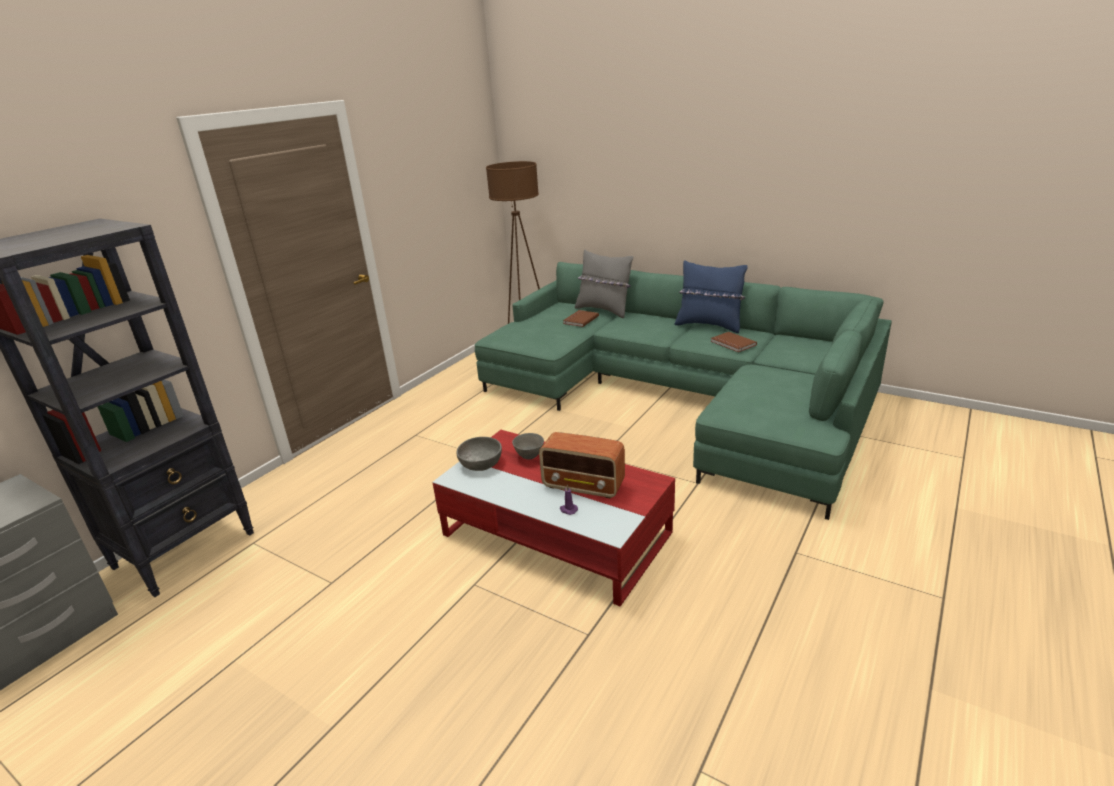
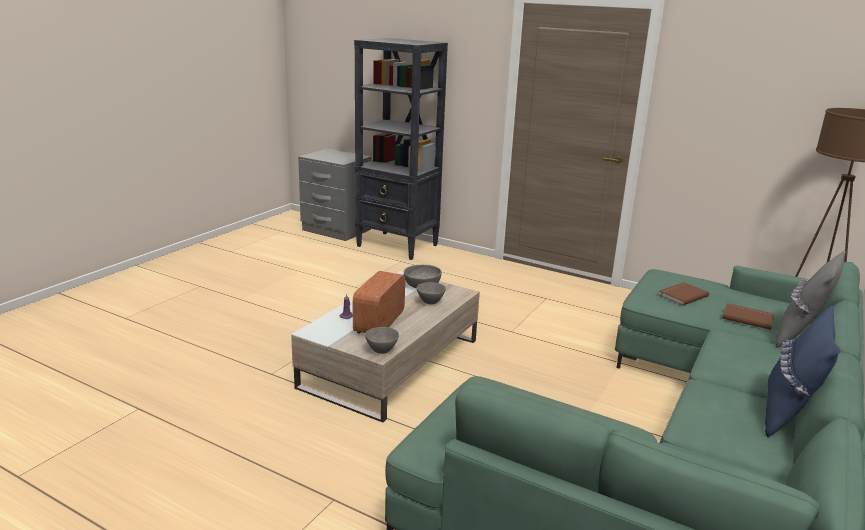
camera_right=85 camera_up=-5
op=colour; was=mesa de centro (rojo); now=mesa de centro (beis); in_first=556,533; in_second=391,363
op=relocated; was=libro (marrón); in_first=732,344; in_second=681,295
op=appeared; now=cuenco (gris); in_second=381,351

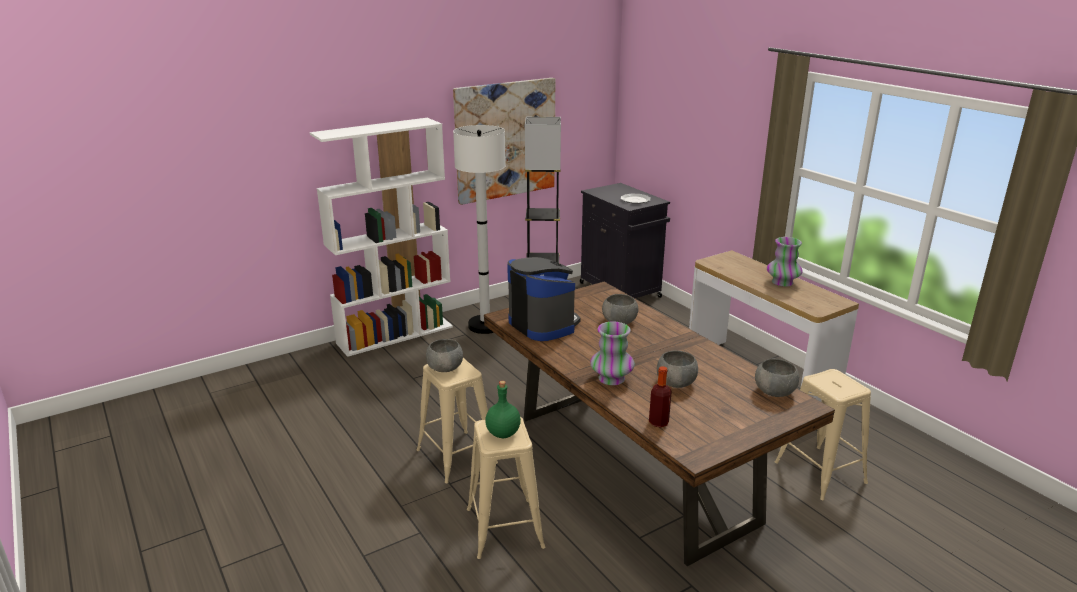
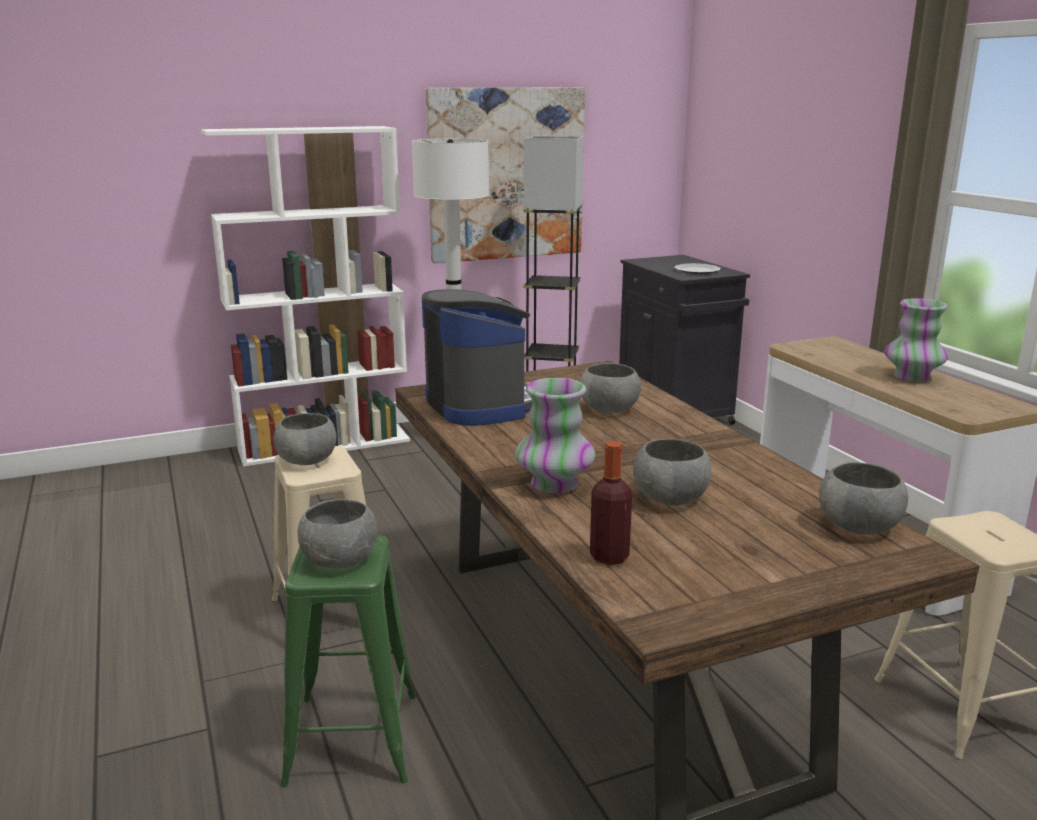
camera_right=10 camera_up=-5
op=colour; was=taburete (beis); now=taburete (verde); in_first=504,528; in_second=352,738
op=exchanged; was=botella (verde); now=cuenco (gris); in_first=503,433; in_second=340,560

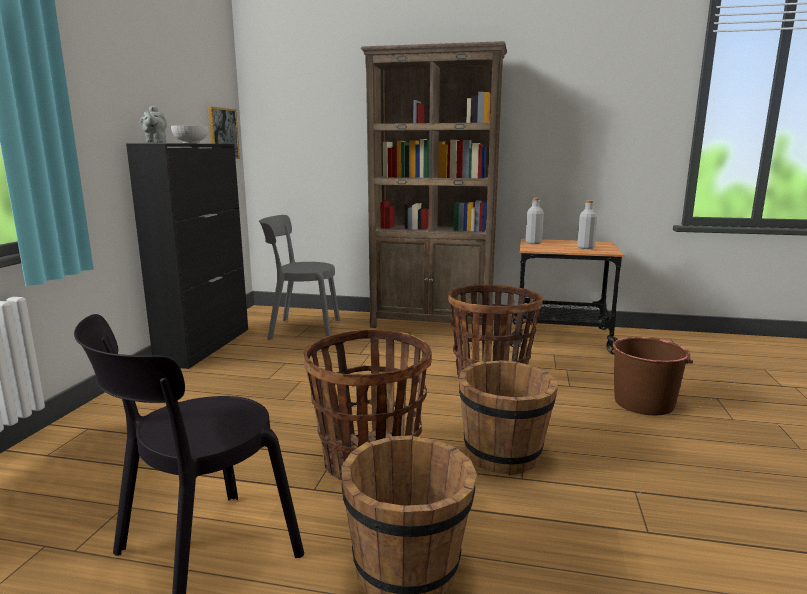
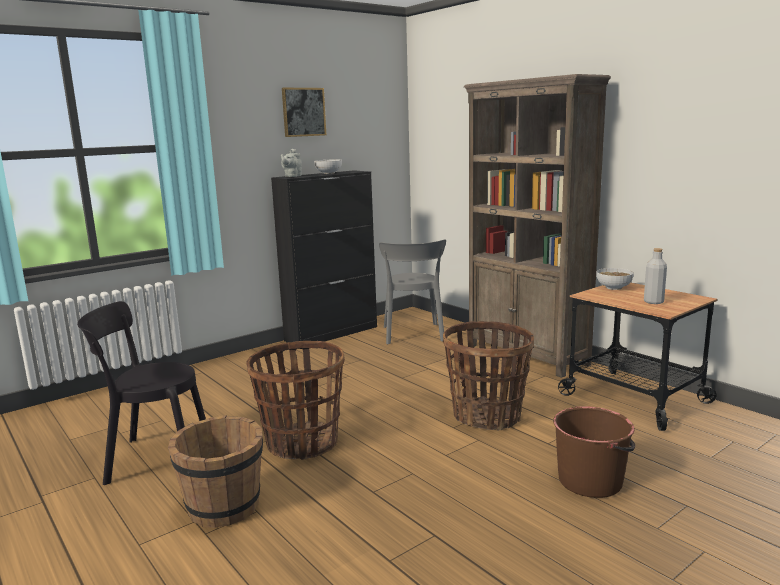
camera_right=40 camera_up=0
op=relocated; was=cuadro; in_first=222,133; in_second=303,112
op=spun; was=silla (gris); in_first=301,329; in_second=413,335; clockwise=-135
op=missing; was=cubo (marrón); in_first=503,455
op=exchanged; was=botella (gris); now=cuenco; in_first=533,243; in_second=613,287

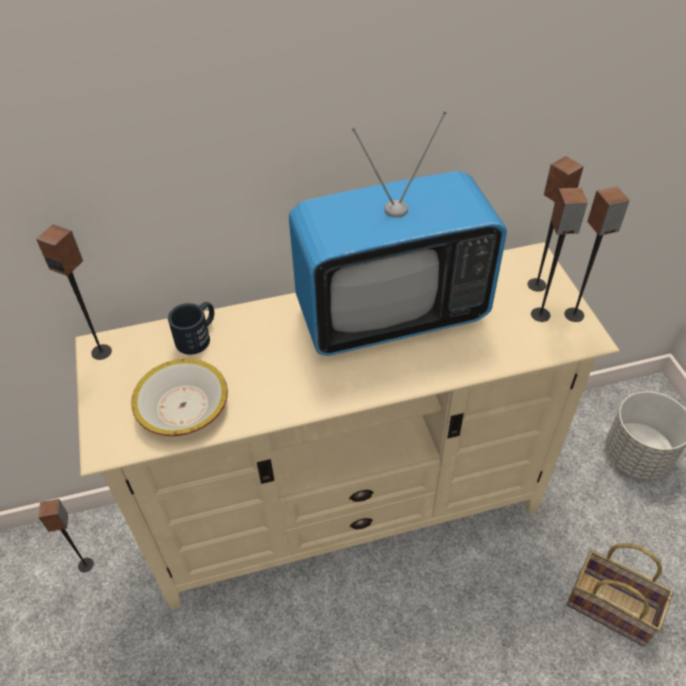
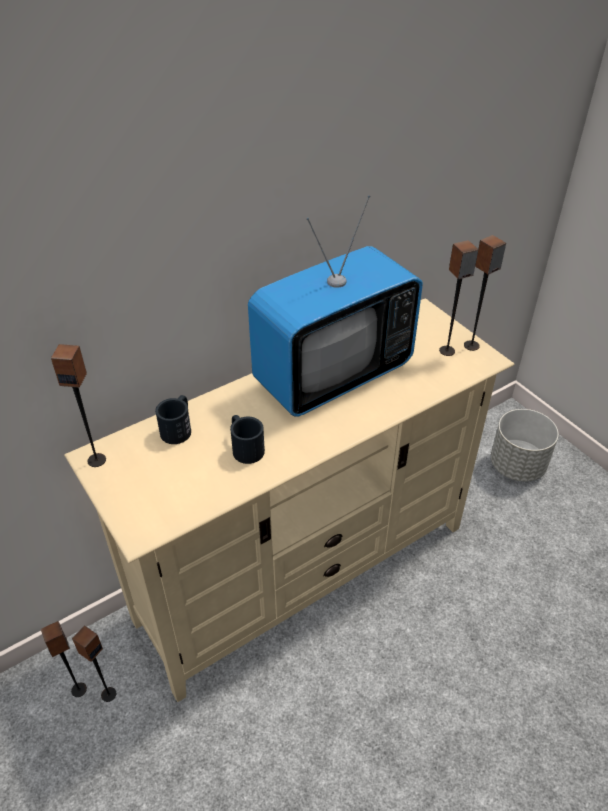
camera_right=-20 camera_up=-5
op=missing; was=cuenco; in_first=183,406
op=relocated; was=altavoz; in_first=536,284; in_second=108,694
op=missing; was=cesta; in_first=613,607
op=appeared; now=taza grande (negro); in_second=245,447

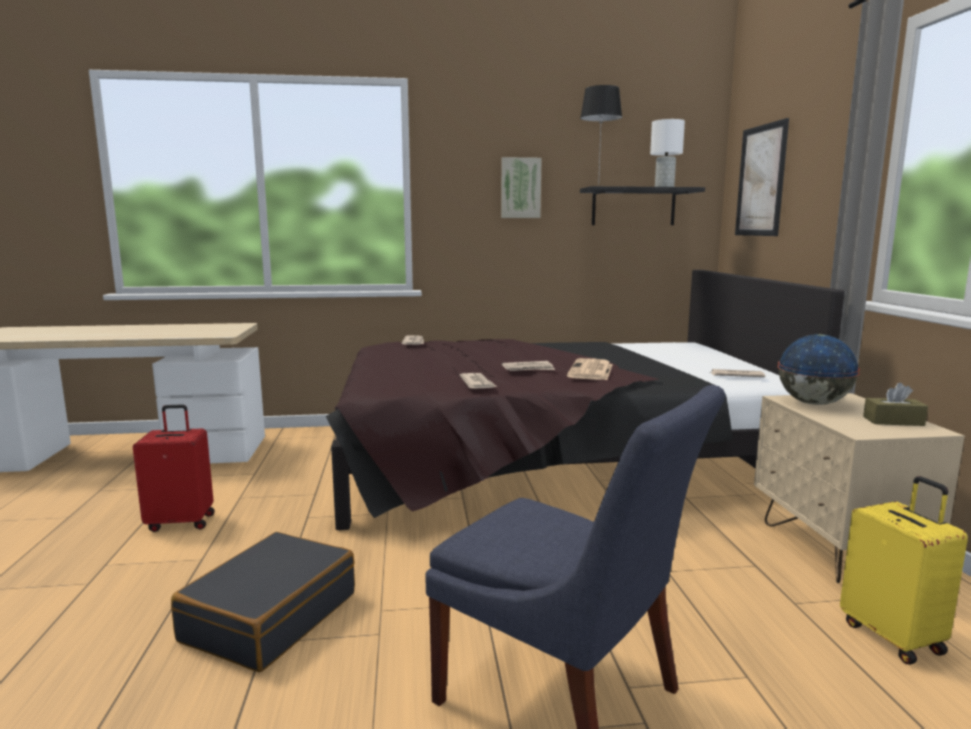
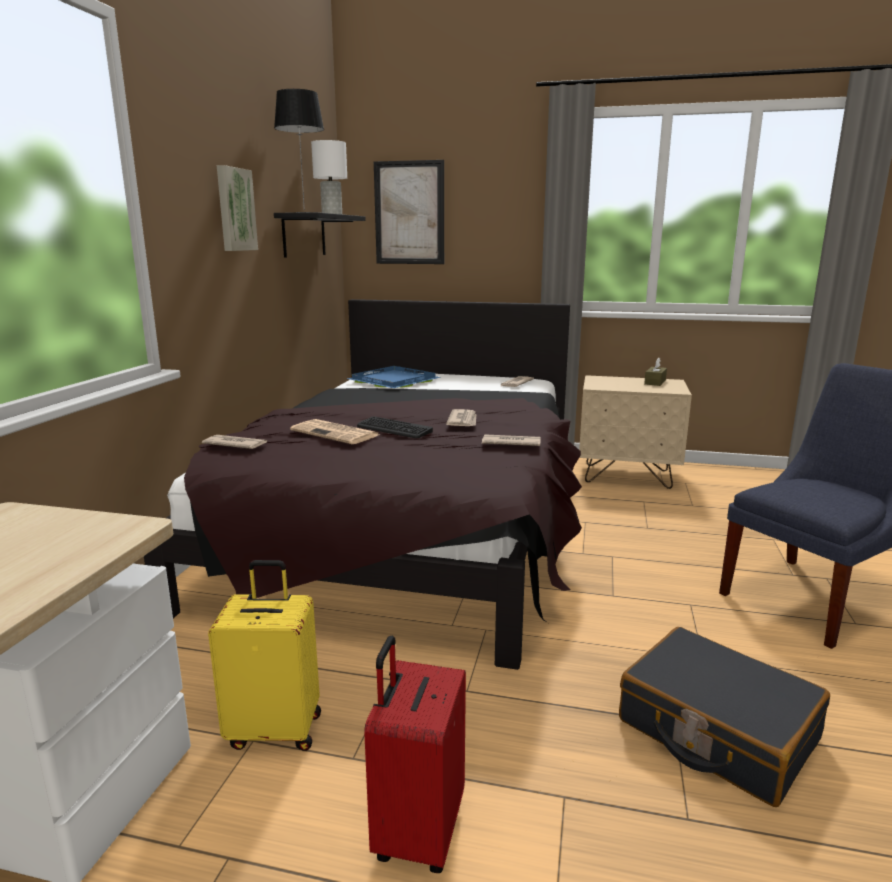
camera_right=-70 camera_up=5
op=relocated; was=periódico; in_first=591,371; in_second=336,433
op=missing; was=globo terráqueo; in_first=812,403
op=relocated; was=maleta (amarillo); in_first=893,637; in_second=275,729
op=appeared; now=bandeja (azul); in_second=395,381
op=appeared; now=teclado; in_second=393,429

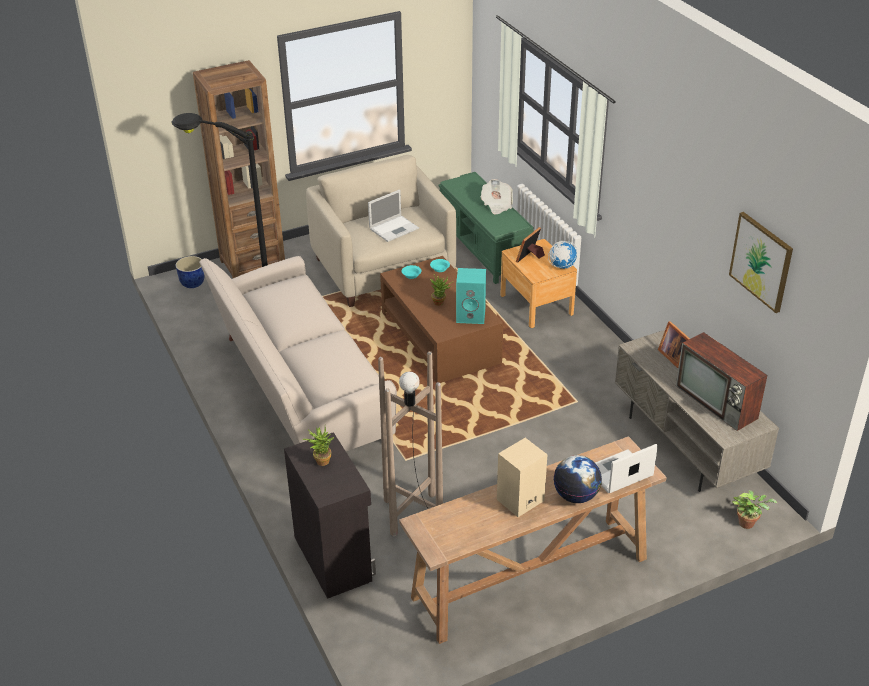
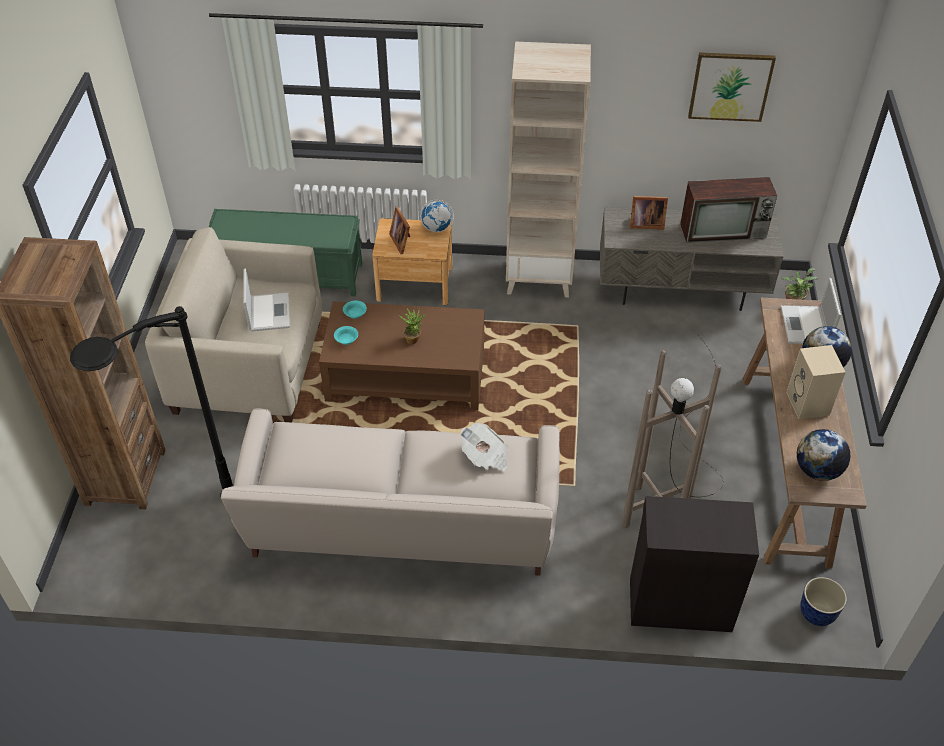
camera_right=-60 camera_up=10
op=relocated; was=maceta; in_first=192,284; in_second=817,614
op=missing; was=planta en maceta; in_first=320,460
op=missing; was=altavoz (turquesa); in_first=471,315
op=relocated; was=periódico; in_first=496,205; in_second=485,456
op=appeared; now=estantería (beis); in_second=539,278
op=appeared; now=globo terráqueo; in_second=817,470

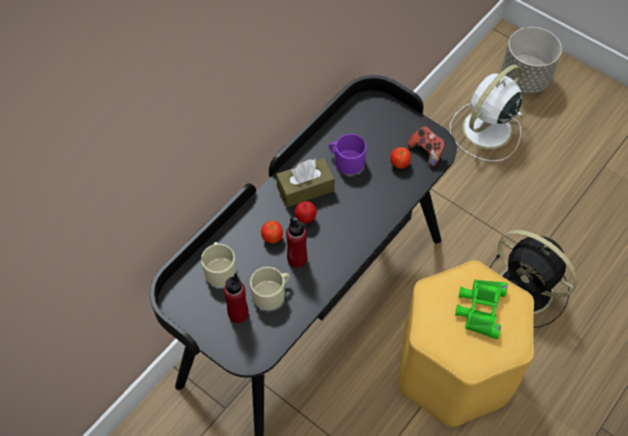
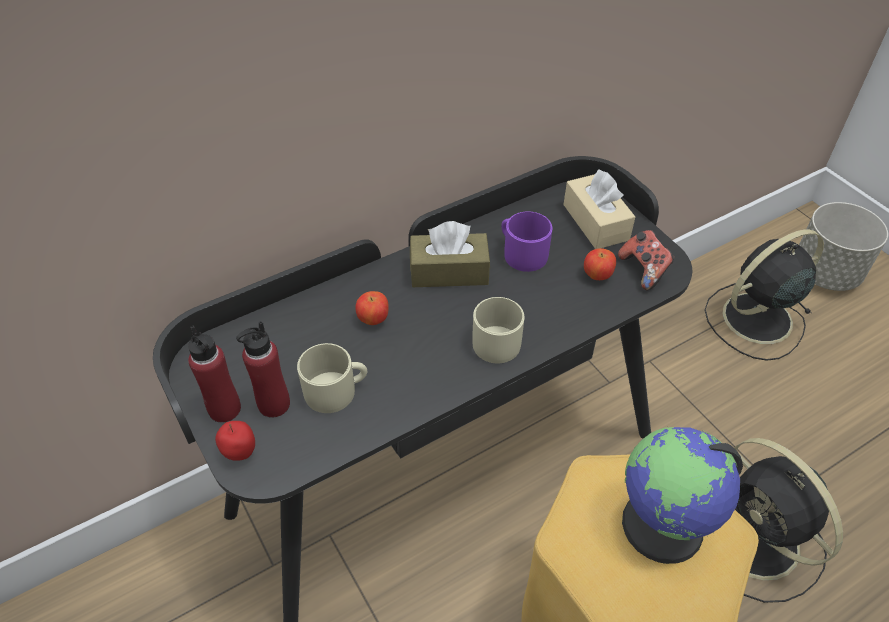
camera_right=20 camera_up=-10
op=relocated; was=taza grande (beis); in_first=219,268; in_second=497,339
op=relocated; was=botella (rojo); in_first=297,259; in_second=224,409
op=relocated; was=manzana; in_first=305,219; in_second=240,453
op=colour; was=ventilador (blanco); now=ventilador (negro); in_first=485,130; in_second=754,319
op=exchanged; was=prismáticos (verde); now=globo terráqueo; in_first=480,309; in_second=663,526
op=appeared; now=caja de pañuelos (beis); in_second=595,222

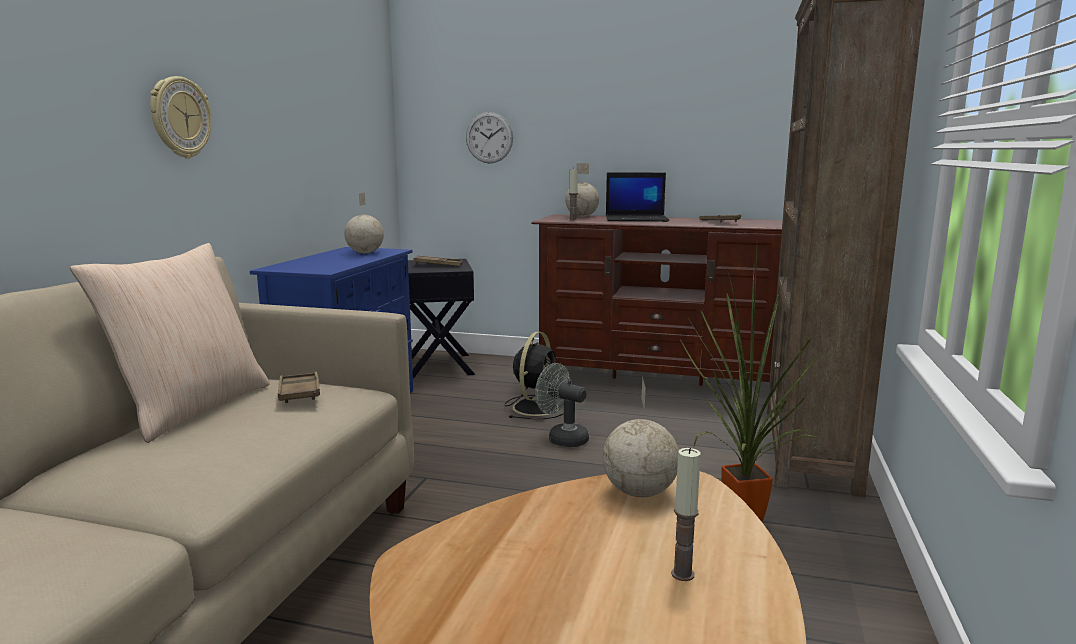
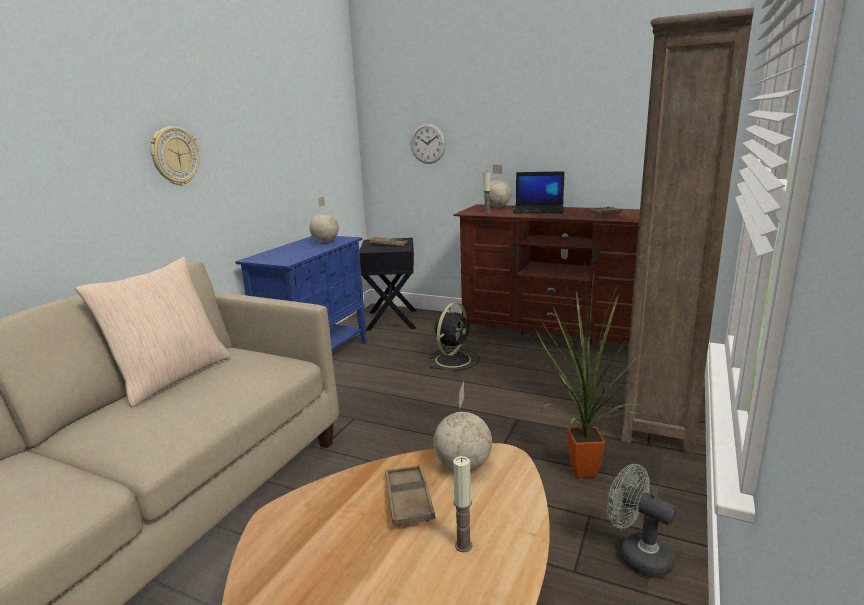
camera_right=10 camera_up=5
op=relocated; was=bandeja (marrón); in_first=299,393; in_second=408,499
op=relocated; was=ventilador (gris); in_first=562,438; in_second=637,555

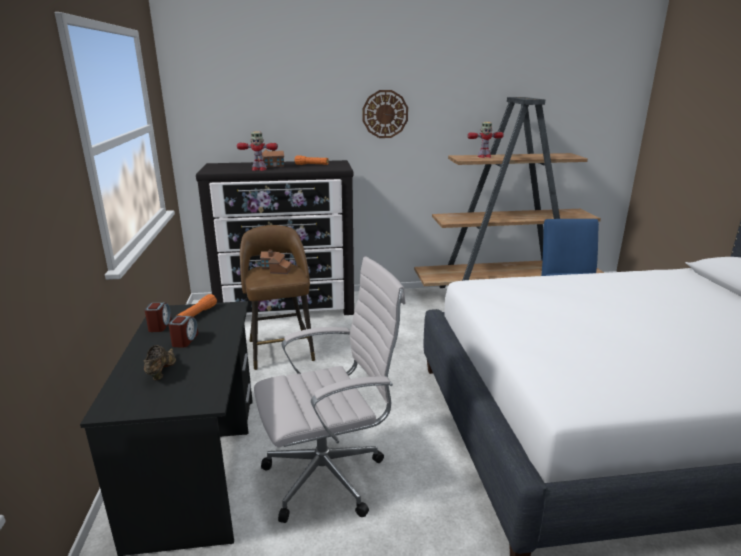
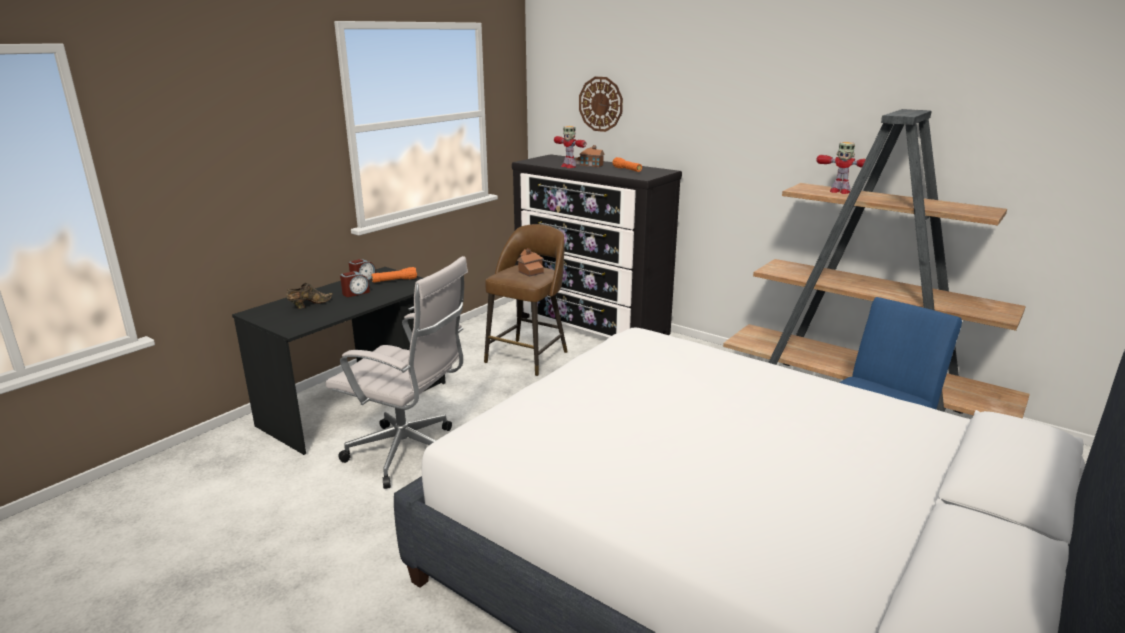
camera_right=45 camera_up=0
op=relocated; was=reloj de pared; in_first=385,114; in_second=601,104

